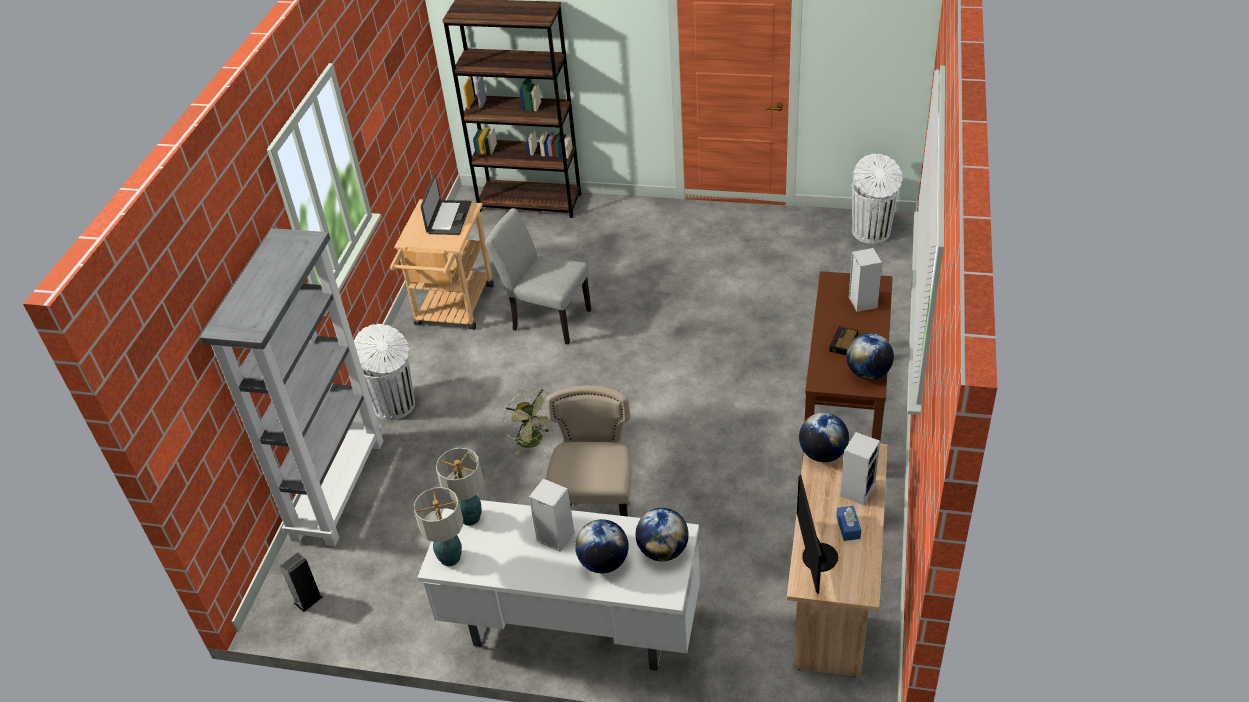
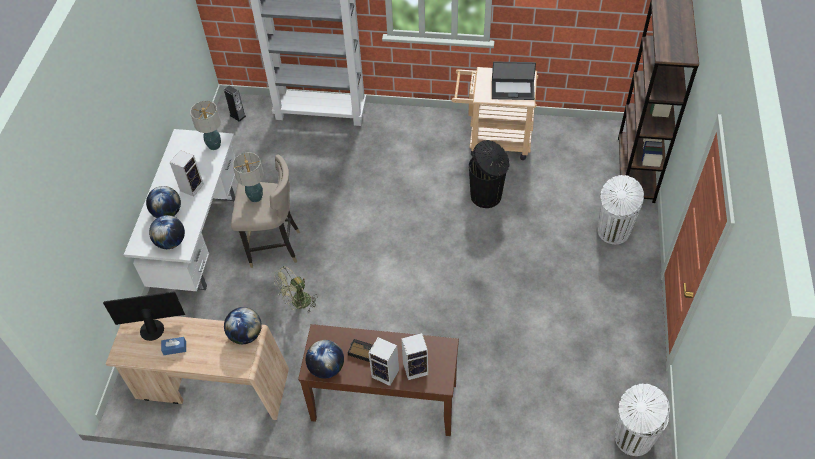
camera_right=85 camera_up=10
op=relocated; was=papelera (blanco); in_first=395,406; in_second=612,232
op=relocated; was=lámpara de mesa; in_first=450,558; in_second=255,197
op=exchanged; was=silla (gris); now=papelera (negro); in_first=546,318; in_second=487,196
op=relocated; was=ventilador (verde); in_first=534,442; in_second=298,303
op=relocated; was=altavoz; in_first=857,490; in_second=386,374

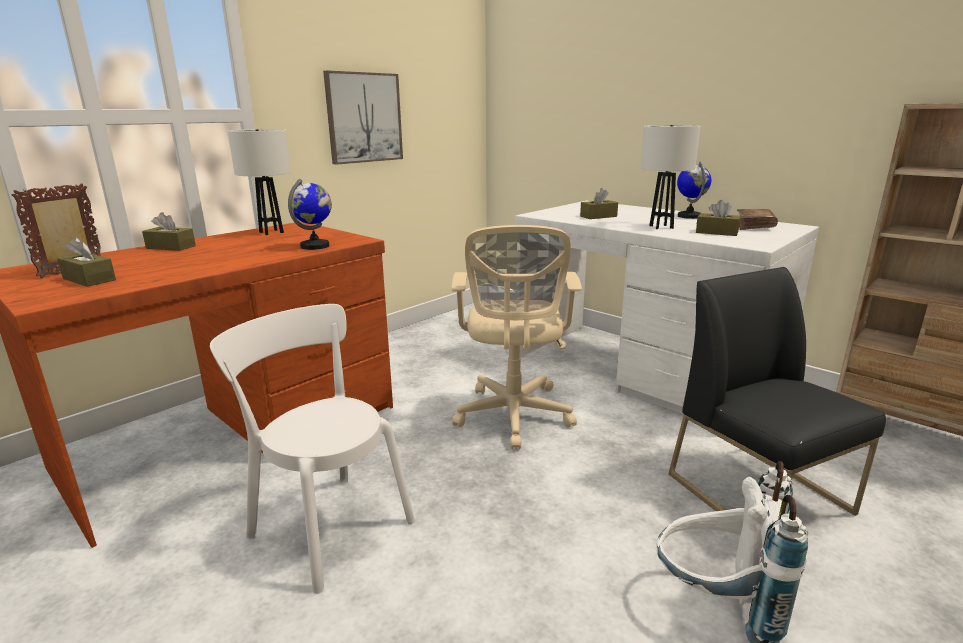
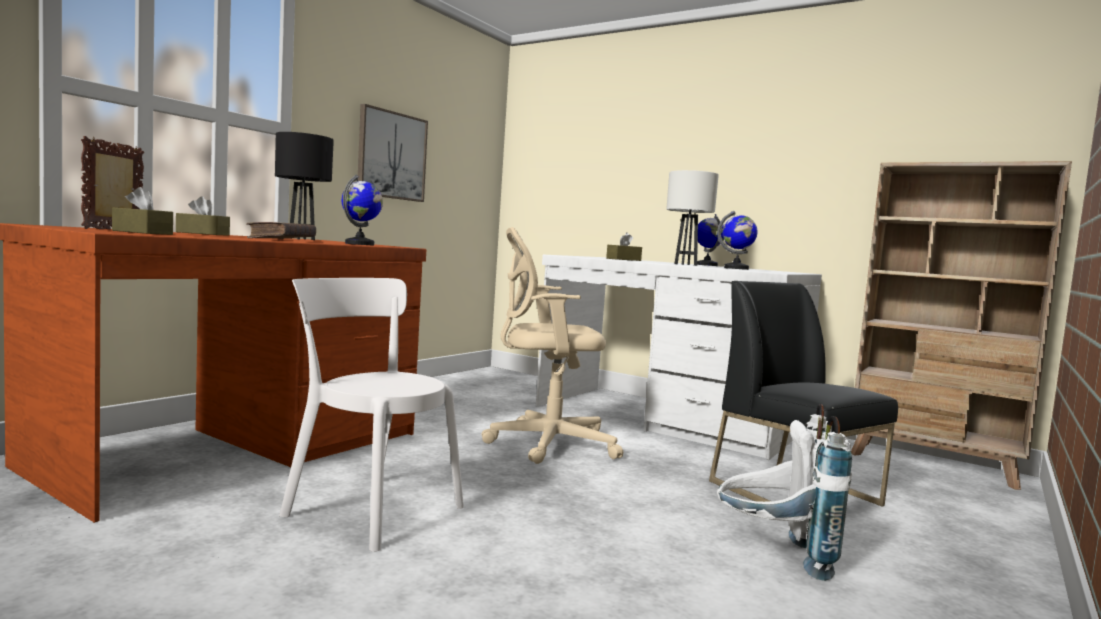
camera_right=-10 camera_up=-15
op=colour; was=lámpara de mesa (blanco); now=lámpara de mesa (negro); in_first=271,232; in_second=301,239
op=spun; was=silla de oficina (beis); in_first=513,417; in_second=545,444; clockwise=90
op=exchanged; was=caja de pañuelos (marrón); now=globo terráqueo; in_first=716,232; in_second=736,268
op=relocated; was=libro (marrón); in_first=754,226; in_second=282,240

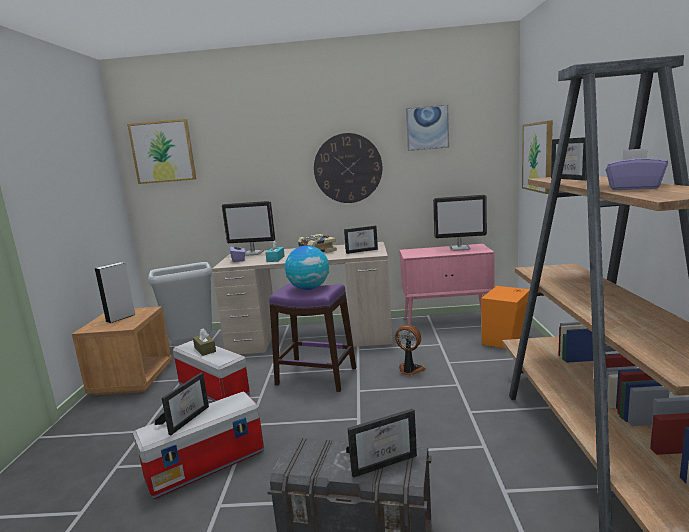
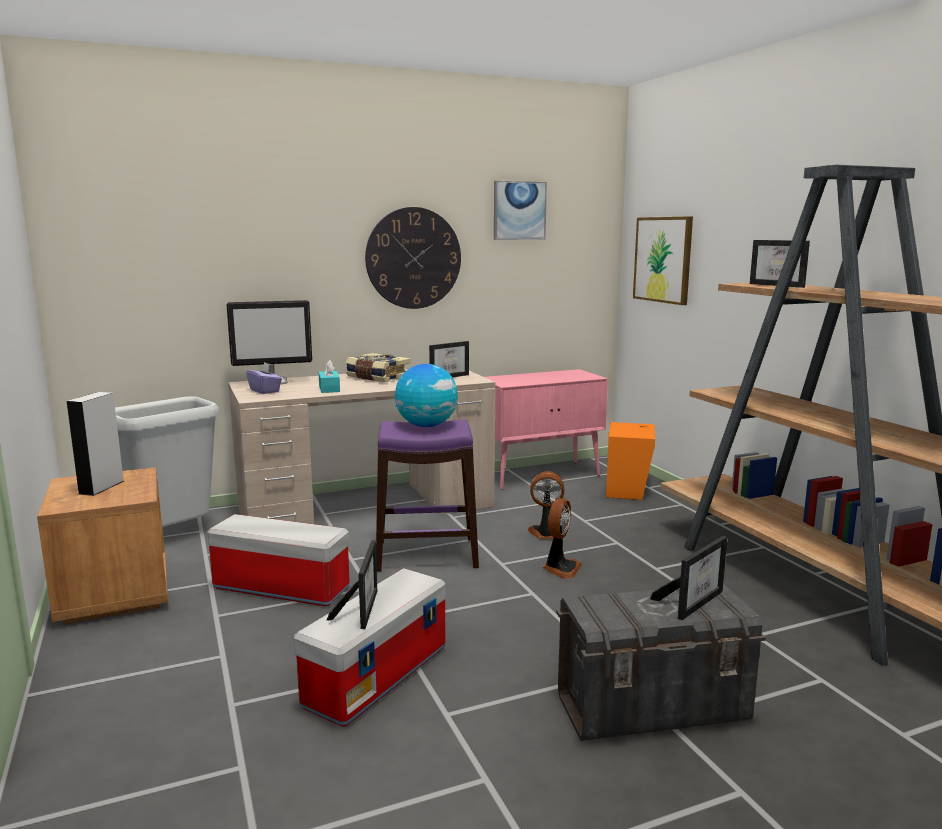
camera_right=-25 camera_up=0
op=missing; was=cuadro; in_first=163,152
op=missing; was=caja de pañuelos (marrón); in_first=205,349
op=missing; was=monitor; in_first=460,248
op=missing; was=caja de pañuelos (morado); in_first=633,188
op=appeared; now=ventilador; in_second=560,568

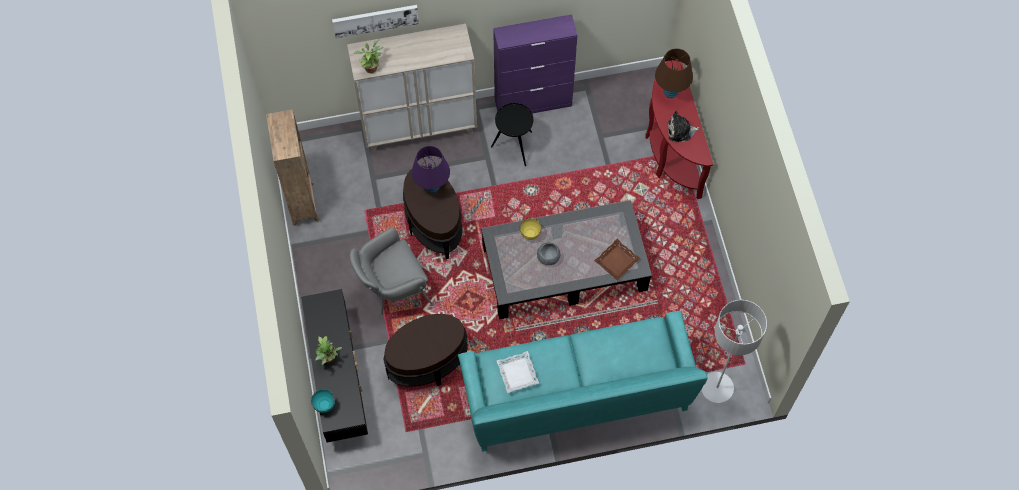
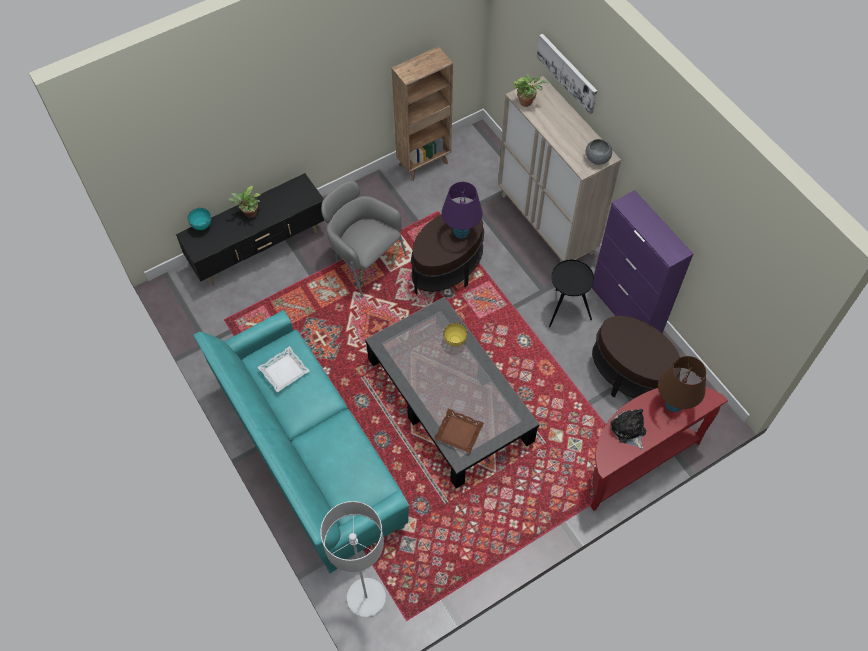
camera_right=70 camera_up=-5
op=relocated; was=mesa auxiliar (marrón); in_first=427,363; in_second=629,377
op=relocated; was=cuenco (gris); in_first=548,258; in_second=597,158

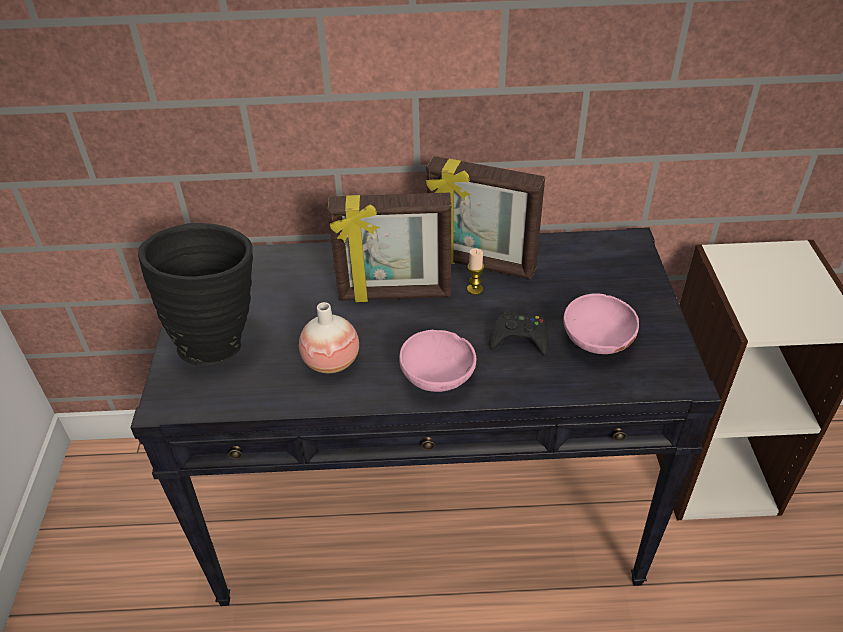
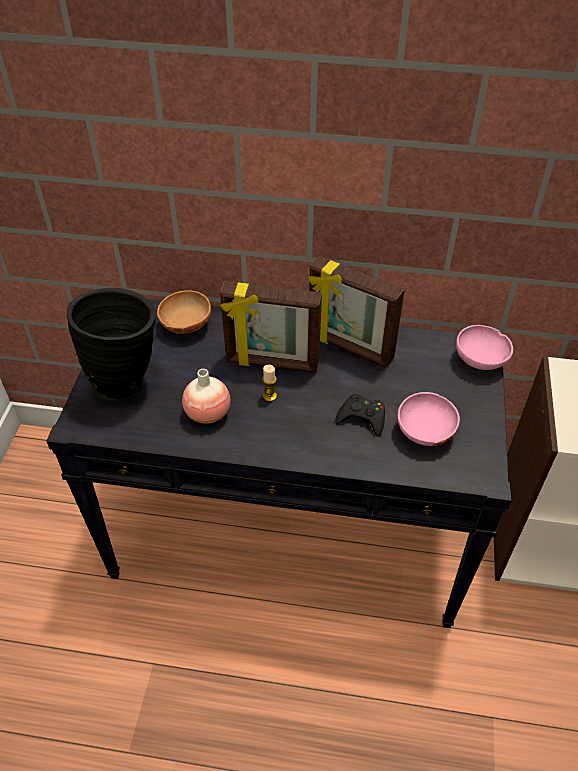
camera_right=10 camera_up=5
op=relocated; was=cuenco (rosa); in_first=439,378; in_second=481,361
op=relocated; was=vela; in_first=475,289; in_second=269,396
op=appeared; now=cuenco (marrón); in_second=185,325

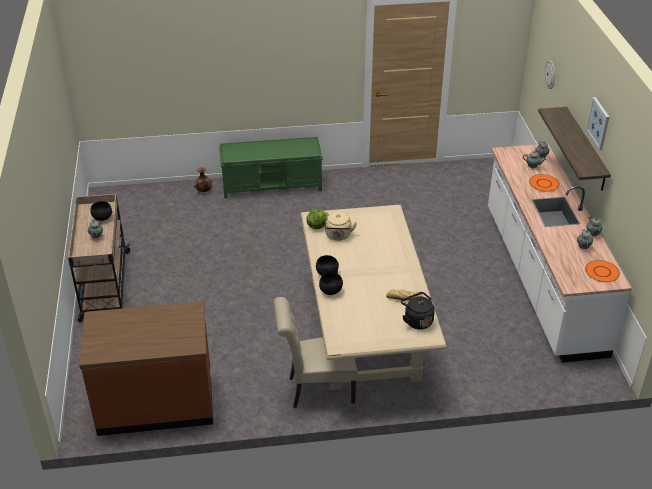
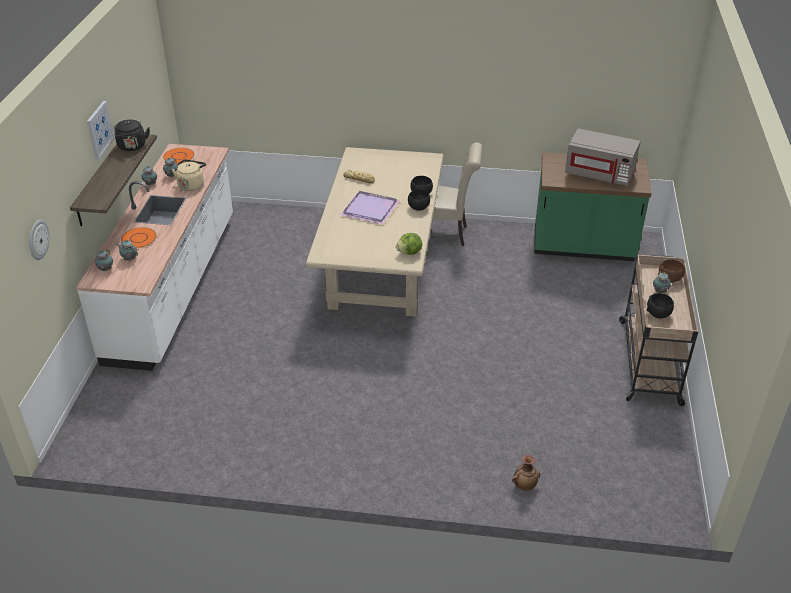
camera_right=-165 camera_up=0
op=colour; was=mueble bajo de cocina (marrón); now=mueble bajo de cocina (verde); in_first=155,403; in_second=583,246
op=missing; was=banco (verde); in_first=272,185
op=relocated; was=hervidor (beis); in_first=338,236; in_second=192,185
op=relocated; was=hervidor (negro); in_first=417,320; in_second=132,147
op=appeared; now=bandeja (morado); in_second=370,210
op=appeared; now=microondas (gris); in_second=600,174
op=appeared; now=cuenco (marrón); in_second=669,279

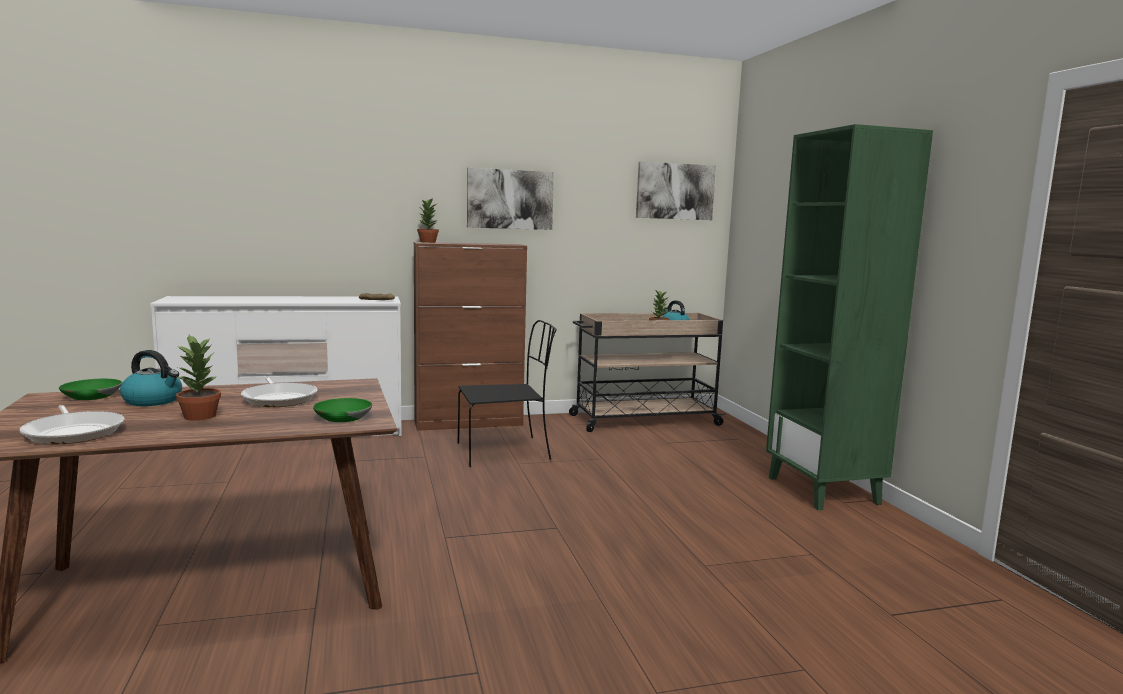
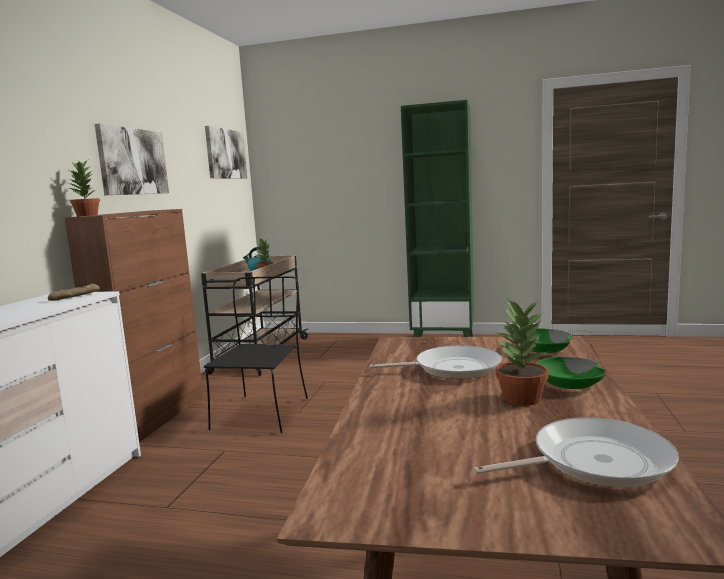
camera_right=-60 camera_up=0
op=relocated; was=cuenco (verde); in_first=90,396; in_second=569,382
op=missing; was=hervidor; in_first=154,401

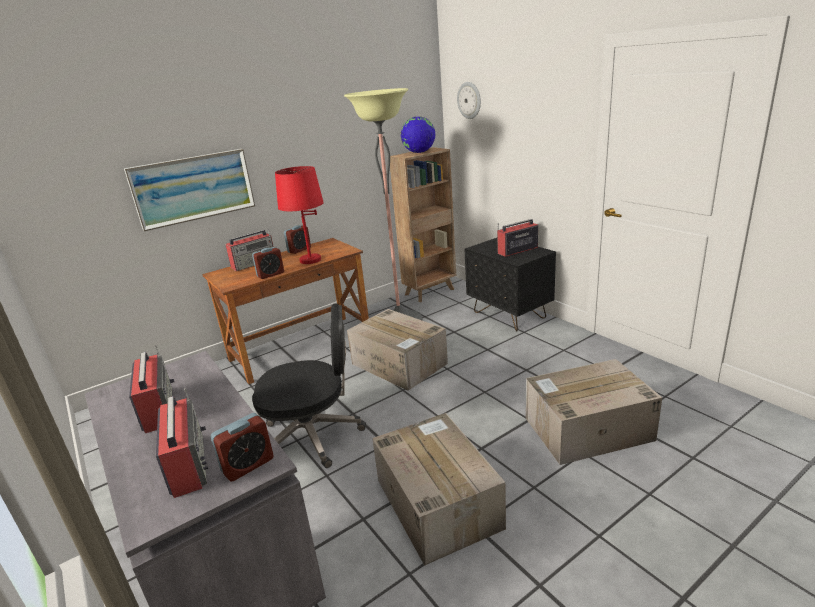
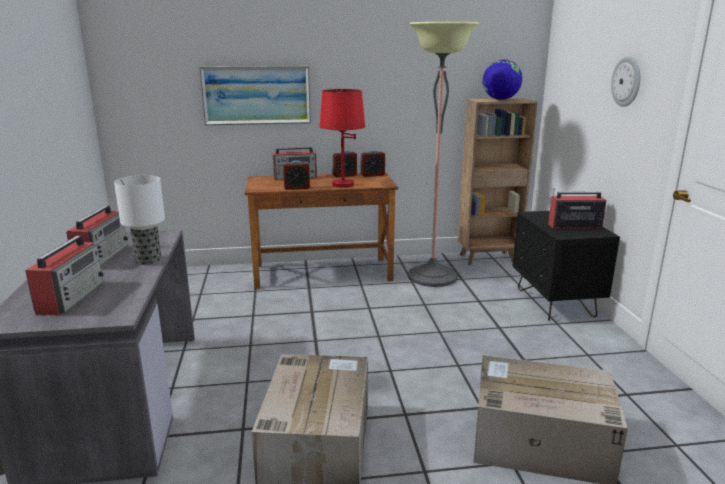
camera_right=25 camera_up=-5
op=relocated; was=despertador; in_first=248,465; in_second=372,175
op=missing; was=silla de oficina (negro); in_first=313,435
op=missing; was=caja de cartón; in_first=400,364
op=relocated; was=reloj de pared; in_first=469,100; in_second=627,81
op=appeared; now=lámpara de mesa; in_second=148,261

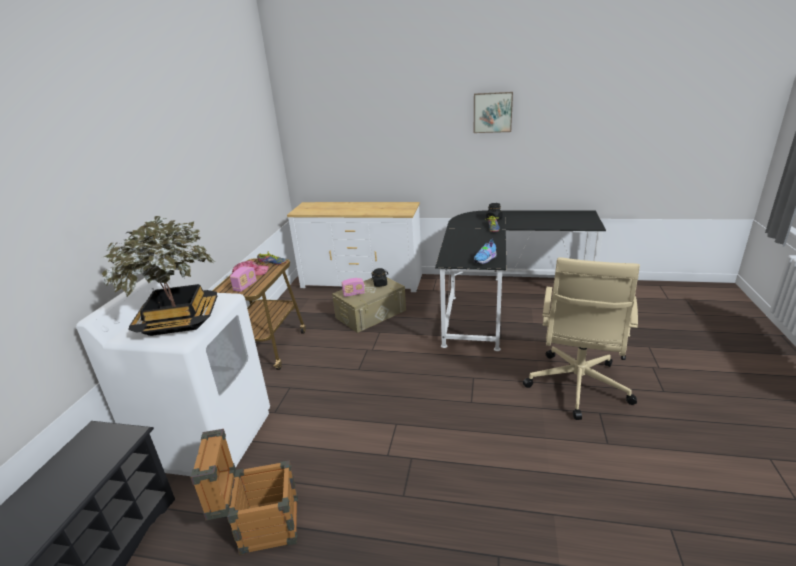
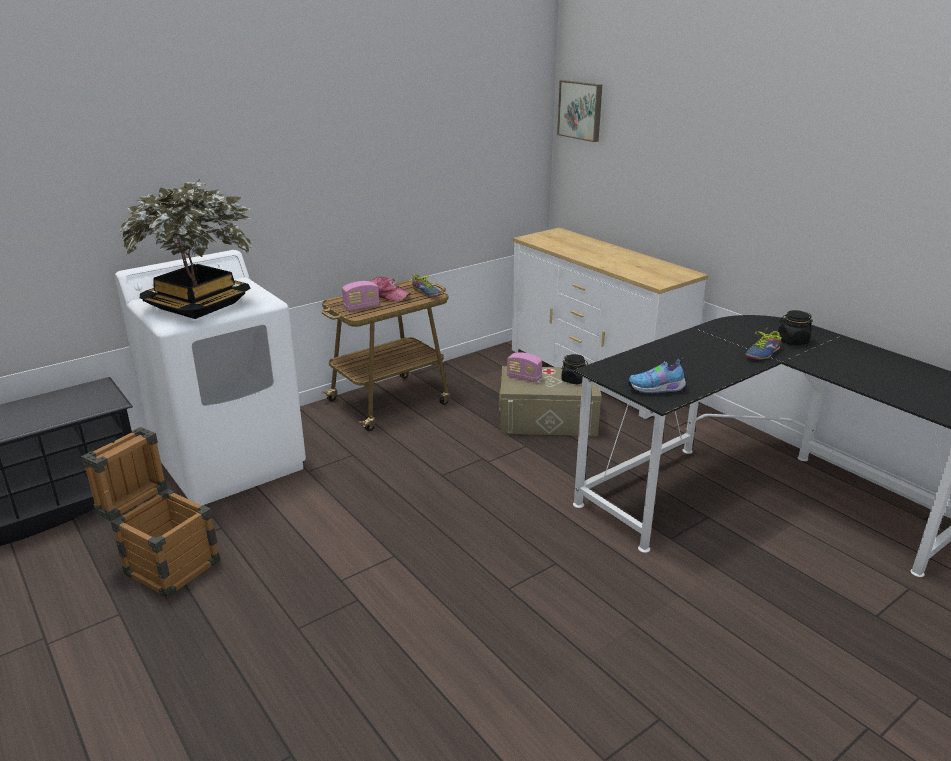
camera_right=40 camera_up=0
op=relocated; was=cuadro; in_first=492,112; in_second=581,110
op=missing; was=silla de oficina (beis); in_first=577,387

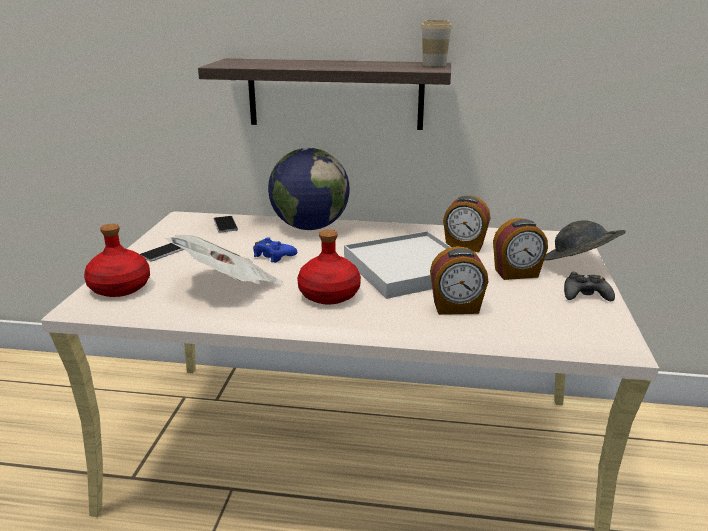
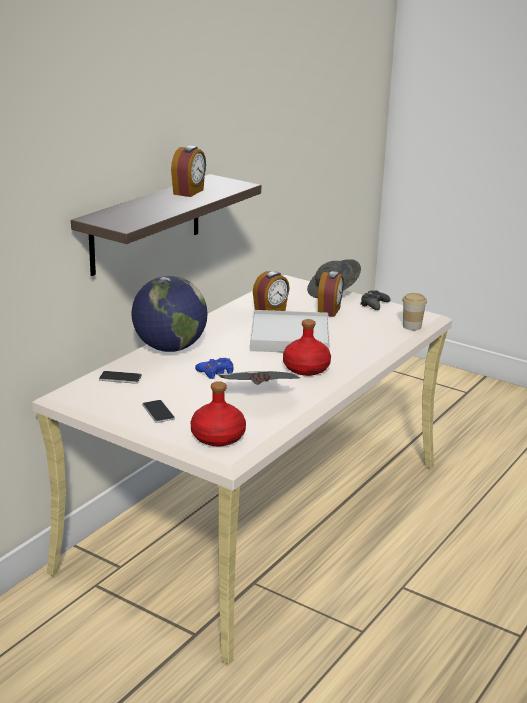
camera_right=-65 camera_up=0
op=relocated; was=taza; in_first=434,64; in_second=412,326
op=relocated; was=despertador; in_first=456,308; in_second=189,192

